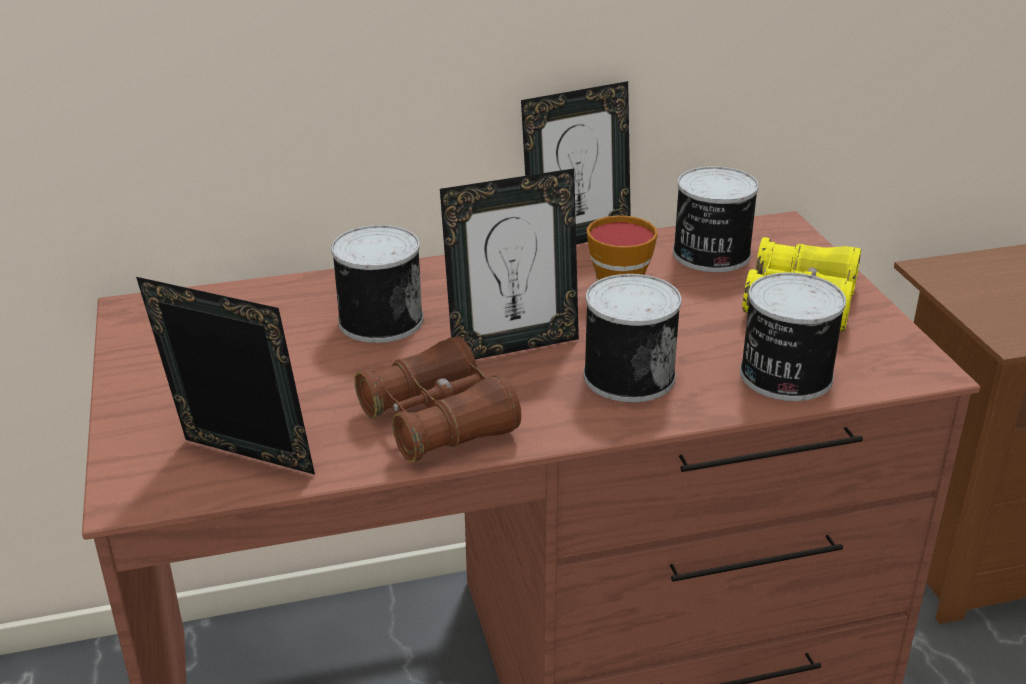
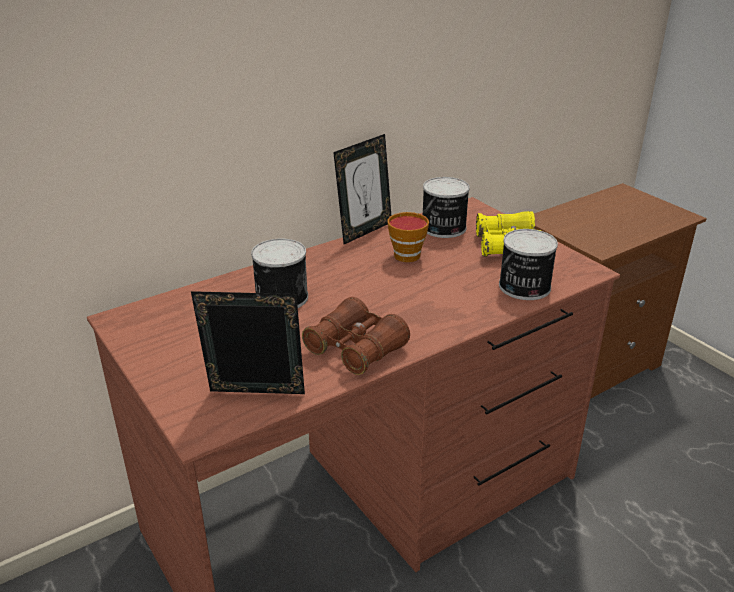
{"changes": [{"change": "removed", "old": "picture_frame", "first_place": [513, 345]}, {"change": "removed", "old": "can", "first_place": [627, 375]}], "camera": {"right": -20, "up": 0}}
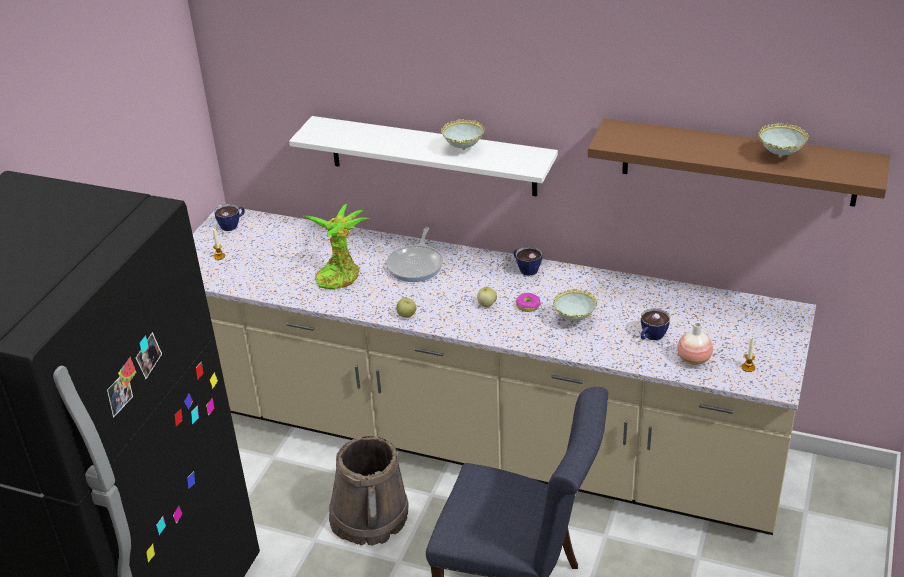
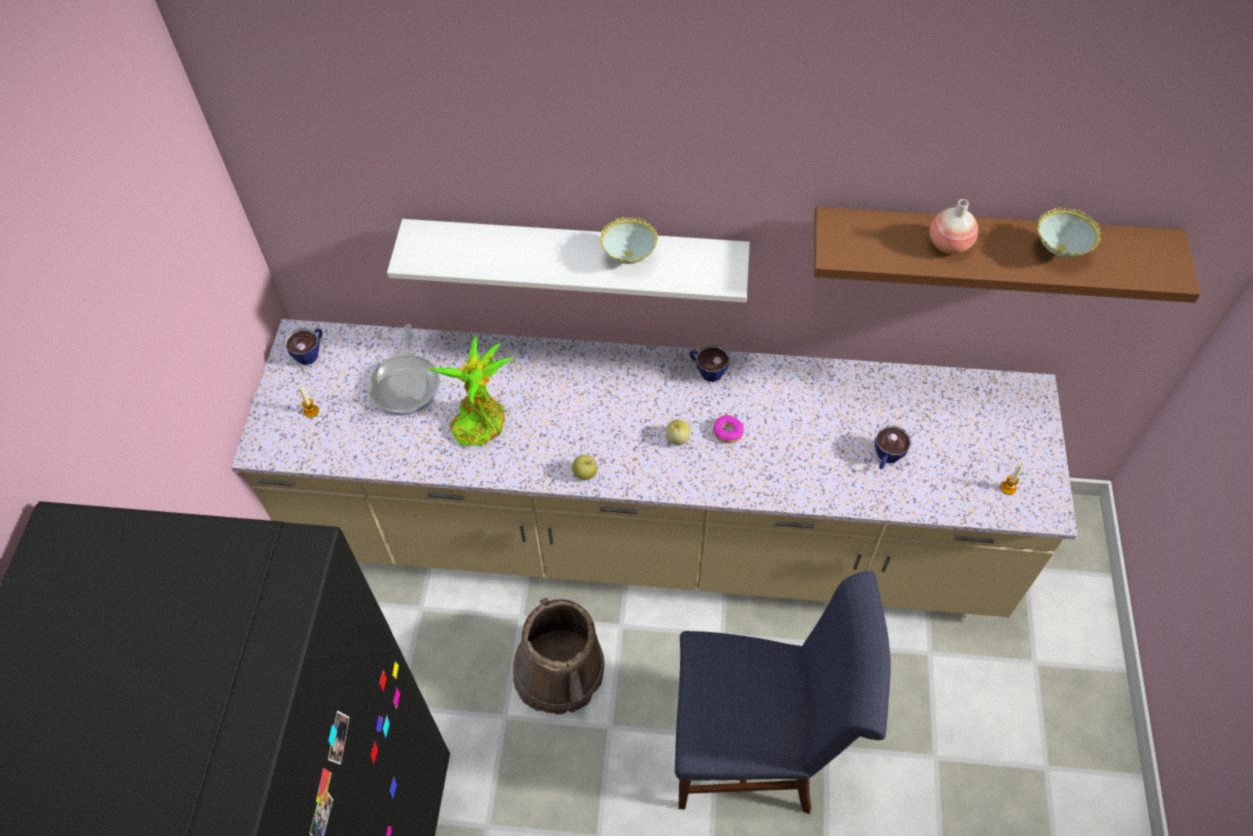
{"changes": [{"change": "moved", "old": "frying_pan", "first_place": [416, 265], "second_place": [406, 384]}, {"change": "removed", "old": "bowl", "first_place": [574, 320]}, {"change": "moved", "old": "vase", "first_place": [693, 359], "second_place": [949, 244]}], "camera": {"right": -15, "up": 20}}
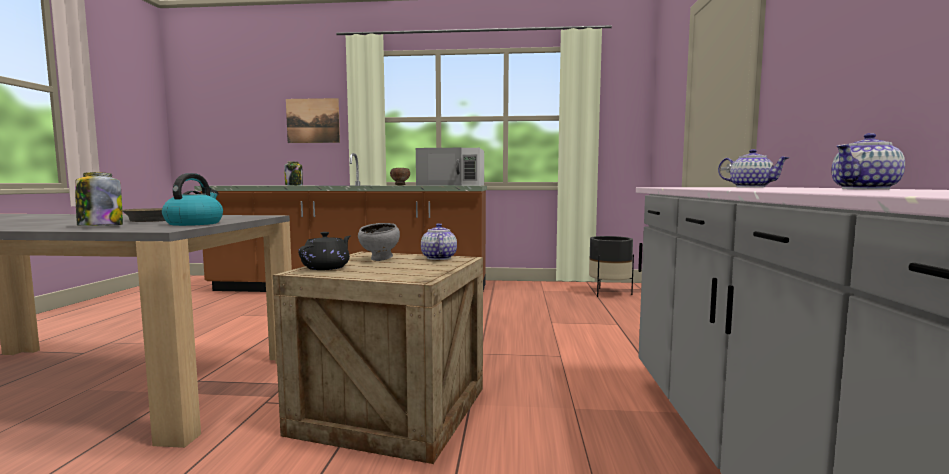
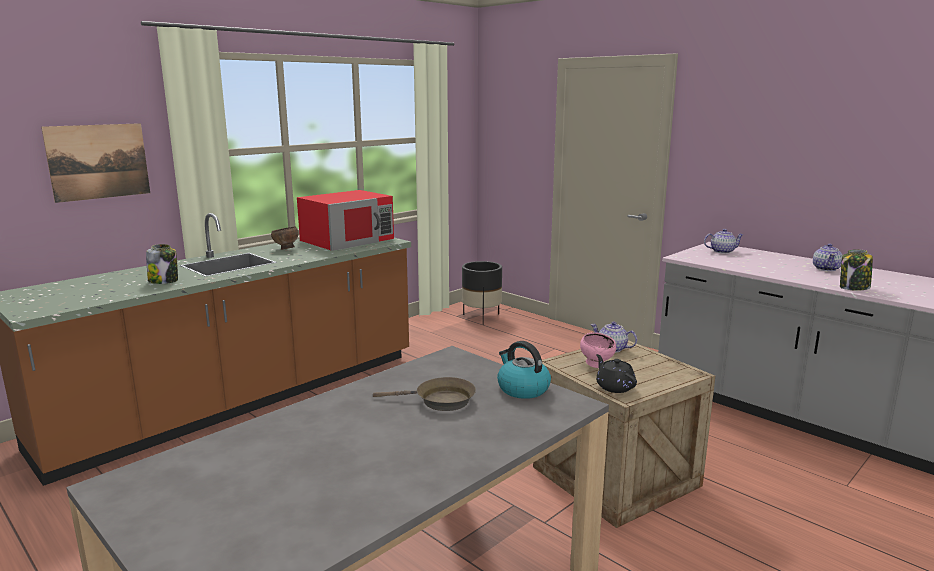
{"changes": [{"change": "recoloured", "old": "white_microwave", "new": "red_microwave", "first_place": [452, 185], "second_place": [348, 239]}, {"change": "moved", "old": "jar", "first_place": [100, 226], "second_place": [854, 288]}, {"change": "recoloured", "old": "grey_bowl", "new": "pink_bowl", "first_place": [380, 260], "second_place": [597, 365]}], "camera": {"right": -50, "up": 10}}
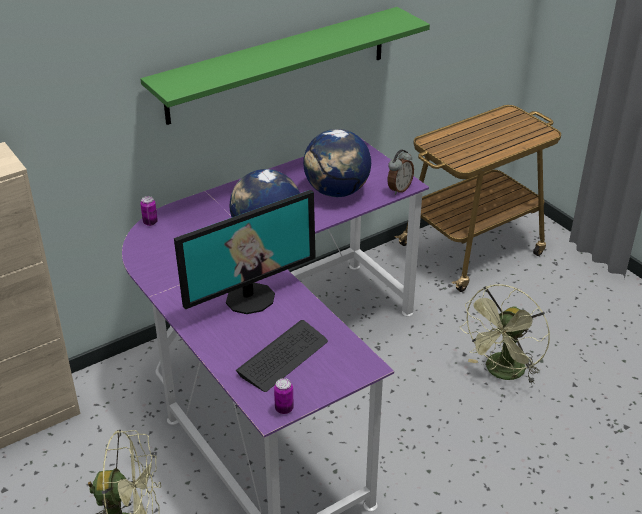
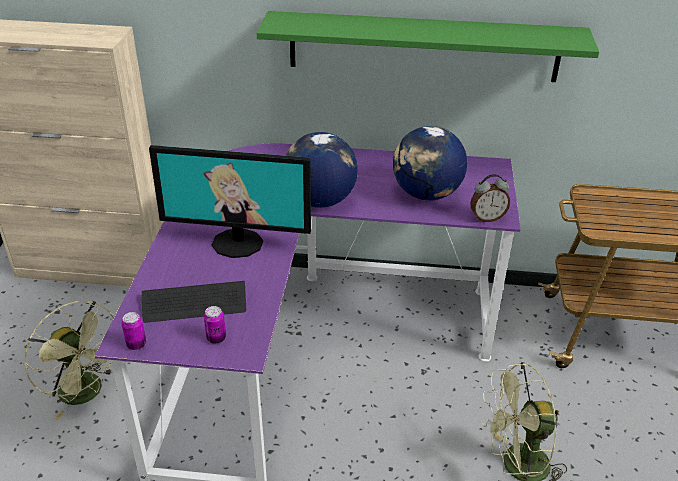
{"changes": [{"change": "moved", "old": "can", "first_place": [150, 222], "second_place": [216, 338]}], "camera": {"right": 40, "up": 0}}
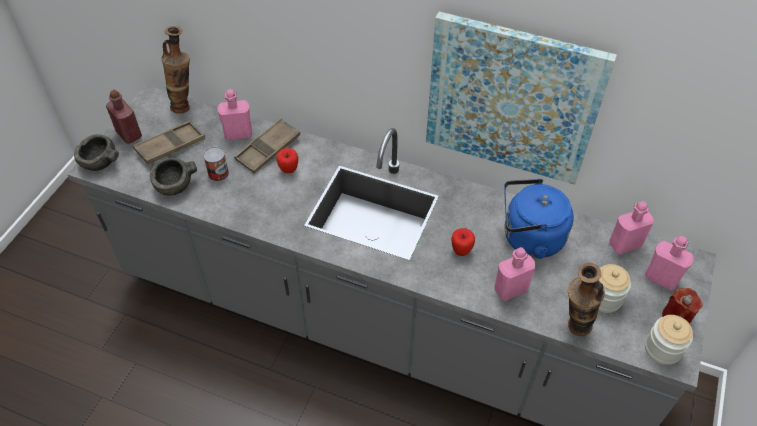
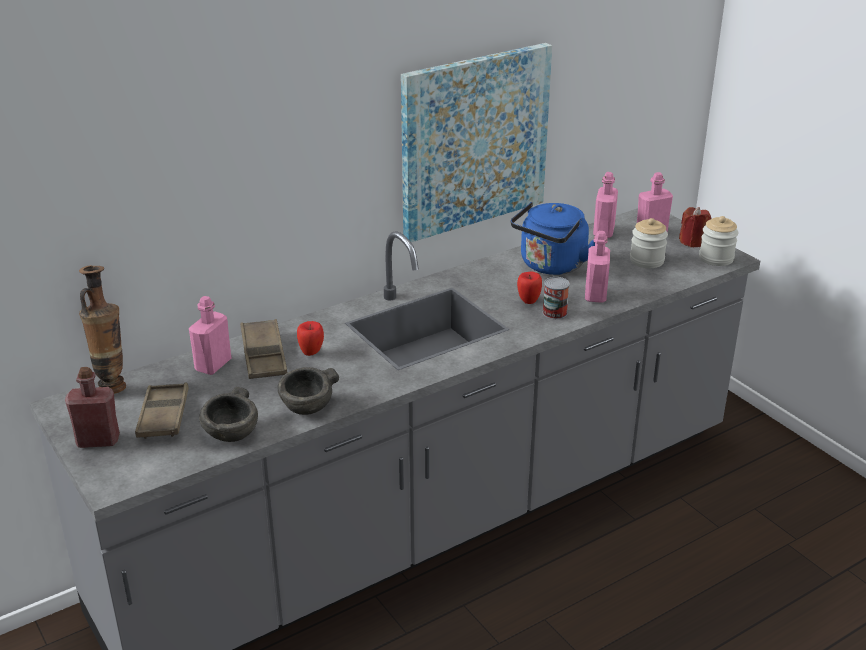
{"changes": [{"change": "moved", "old": "grey_bowl", "first_place": [99, 163], "second_place": [307, 407]}, {"change": "moved", "old": "can", "first_place": [218, 173], "second_place": [555, 313]}, {"change": "removed", "old": "vase", "first_place": [572, 330]}], "camera": {"right": -55, "up": -20}}
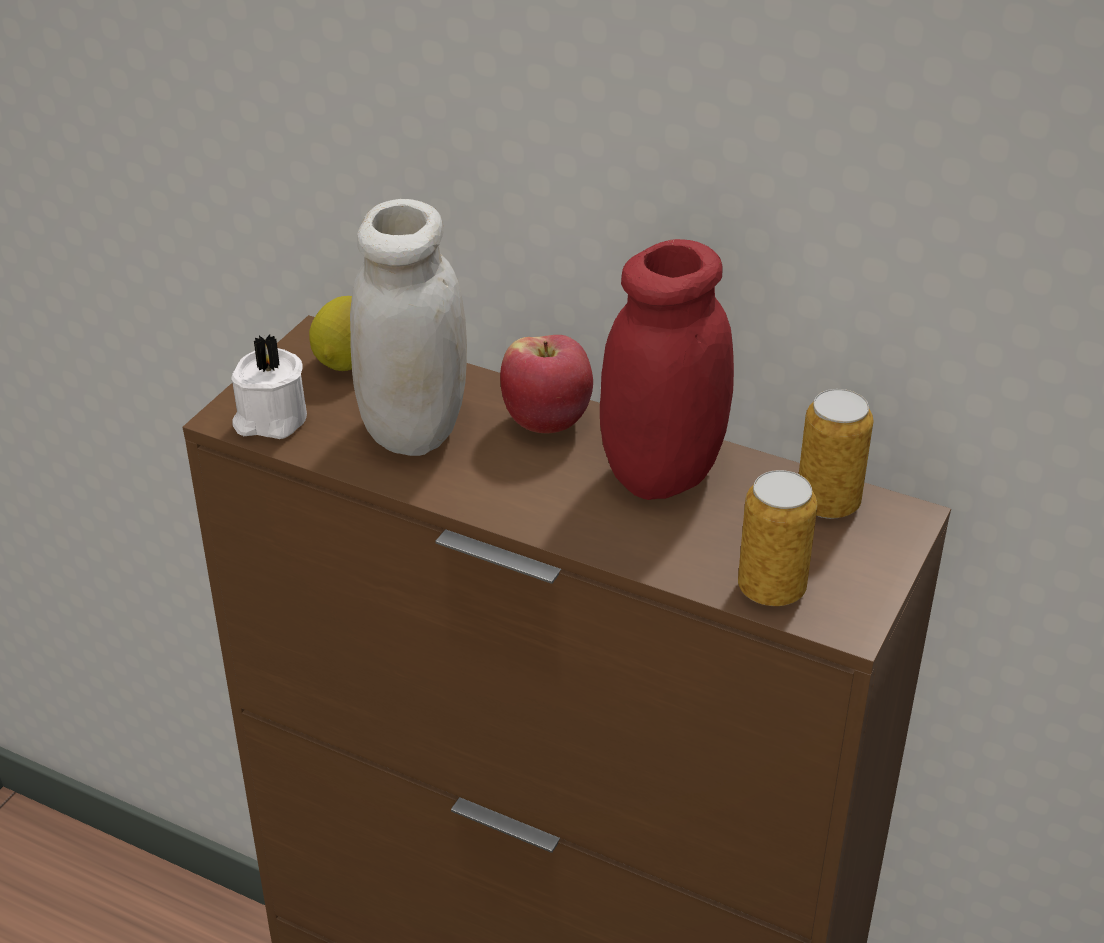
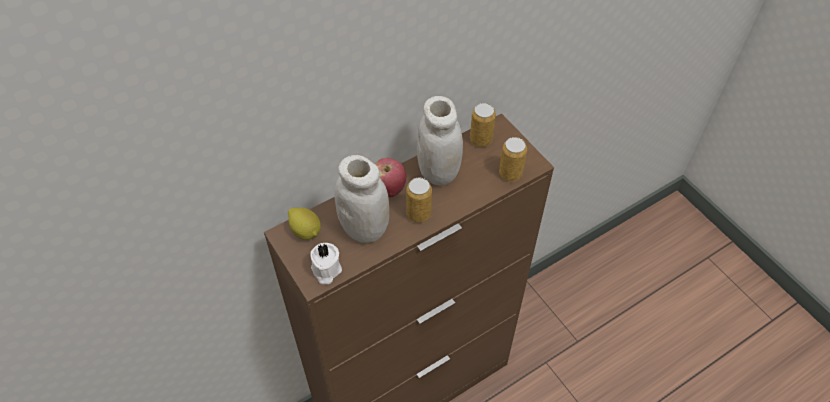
{"changes": [{"change": "recoloured", "old": "red_jar", "new": "white_jar", "first_place": [663, 473], "second_place": [438, 172]}, {"change": "added", "new": "can", "second_place": [418, 214]}], "camera": {"right": -60, "up": 15}}
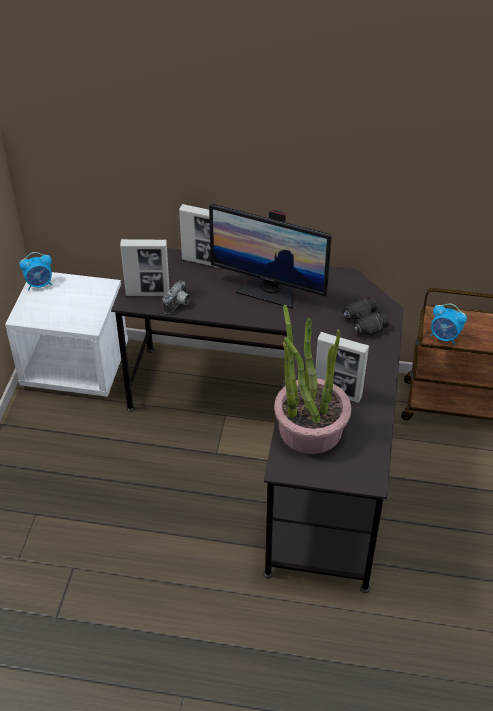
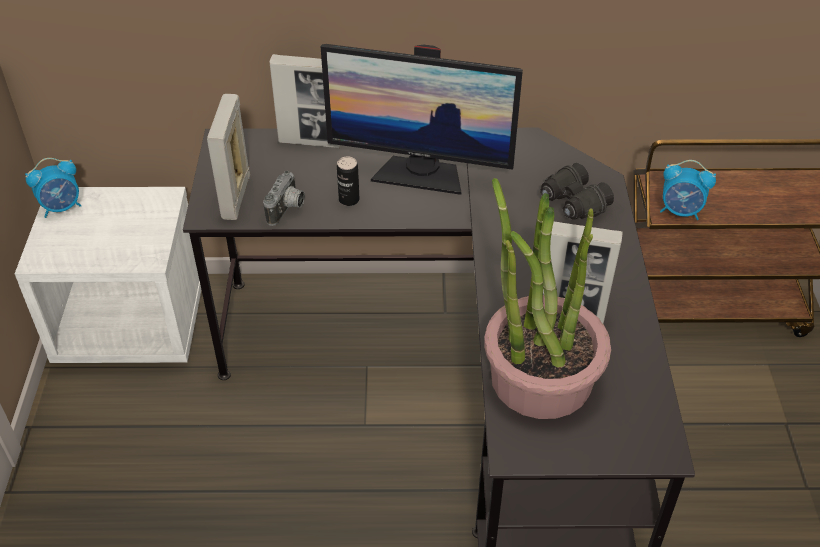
{"changes": [{"change": "turned", "old": "picture_frame", "first_place": [148, 293], "second_place": [236, 197], "degrees": 105}, {"change": "added", "new": "can", "second_place": [349, 200]}], "camera": {"right": -10, "up": 0}}
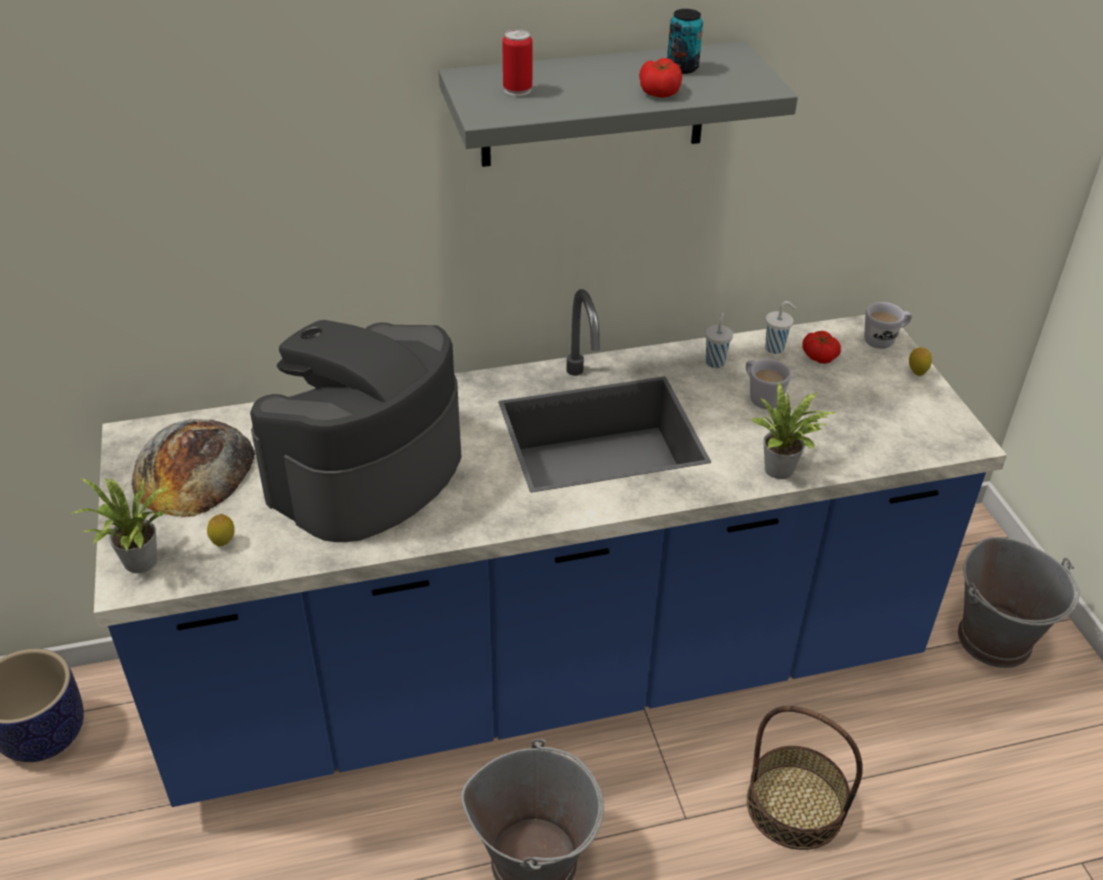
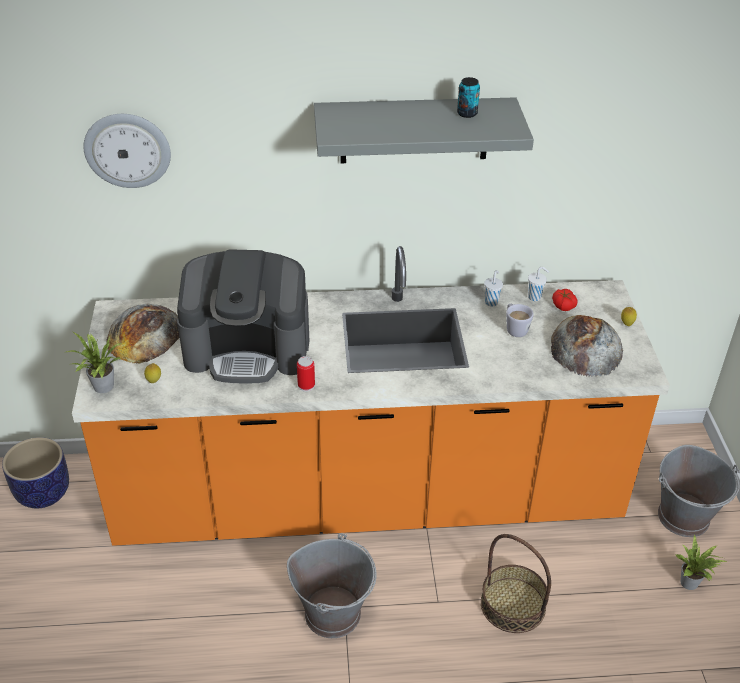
{"changes": [{"change": "moved", "old": "can", "first_place": [517, 90], "second_place": [306, 386]}, {"change": "removed", "old": "tomato", "first_place": [659, 91]}, {"change": "recoloured", "old": "blue_counter", "new": "orange_counter", "first_place": [547, 672], "second_place": [367, 497]}, {"change": "removed", "old": "white_mug", "first_place": [884, 340]}, {"change": "turned", "old": "coffee_machine", "first_place": [366, 472], "second_place": [248, 348], "degrees": -135}, {"change": "moved", "old": "potted_plant", "first_place": [783, 470], "second_place": [691, 584]}, {"change": "added", "new": "wall_clock", "second_place": [127, 150]}, {"change": "added", "new": "bread", "second_place": [585, 347]}], "camera": {"right": 10, "up": 0}}
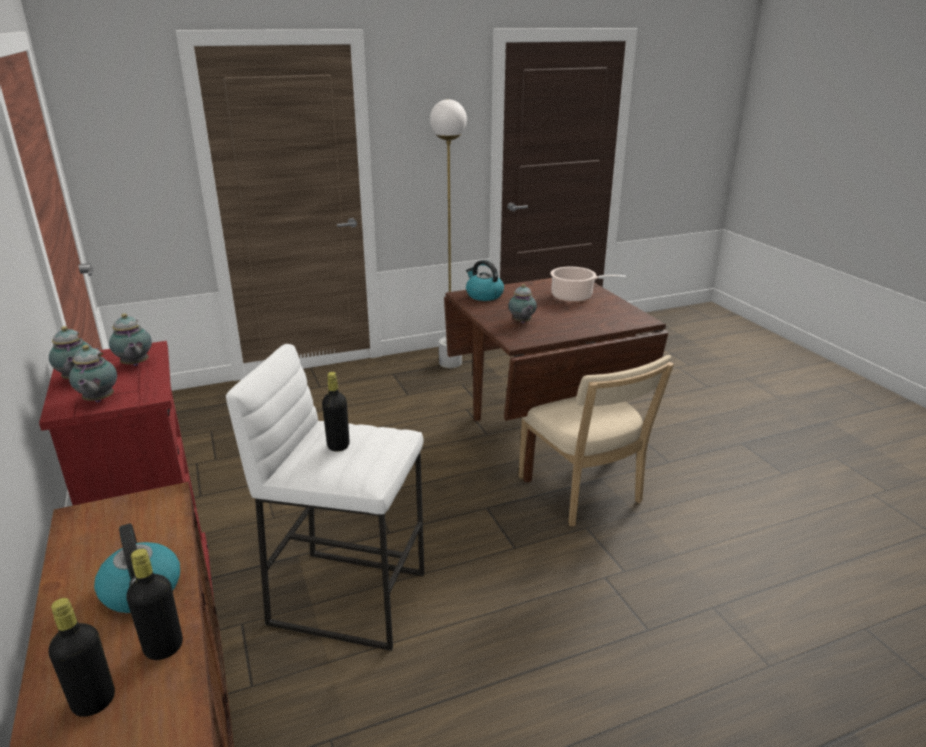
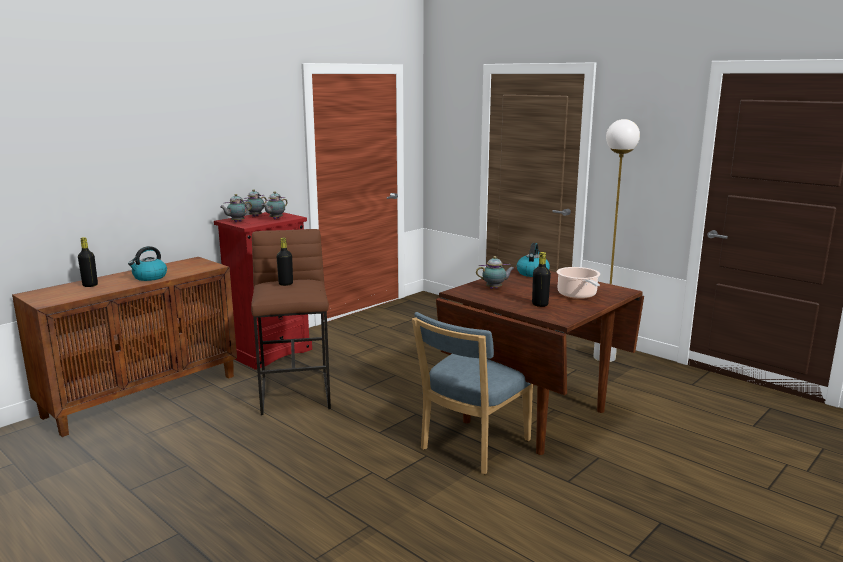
{"changes": [{"change": "turned", "old": "teapot", "first_place": [522, 322], "second_place": [495, 288], "degrees": -150}, {"change": "recoloured", "old": "white_stool", "new": "brown_stool", "first_place": [349, 597], "second_place": [296, 393]}, {"change": "recoloured", "old": "beige_chair", "new": "blue_chair", "first_place": [582, 493], "second_place": [471, 446]}, {"change": "moved", "old": "black_bottle", "first_place": [164, 648], "second_place": [540, 304]}], "camera": {"right": 65, "up": -10}}
